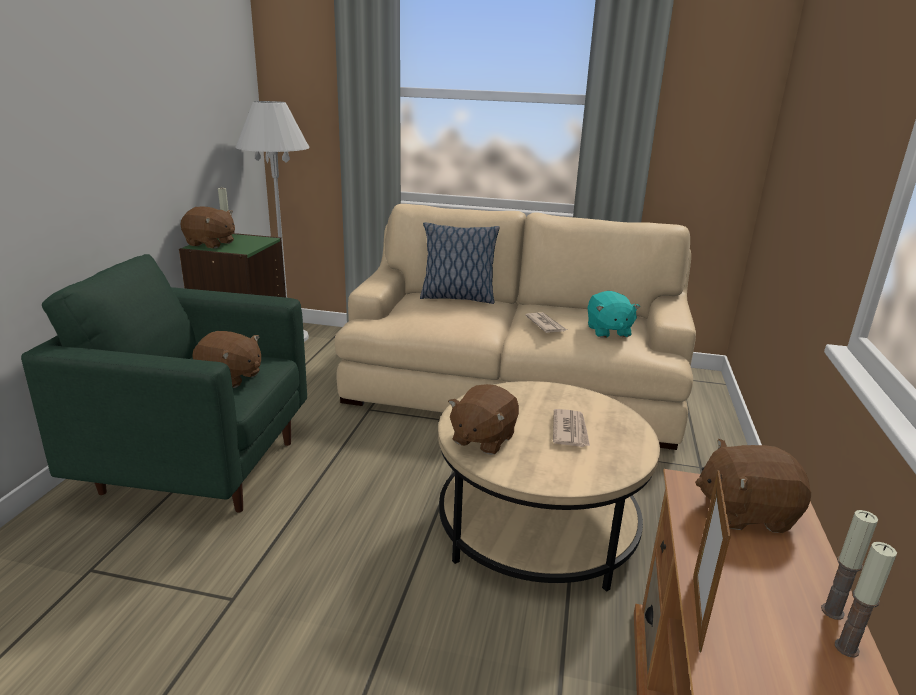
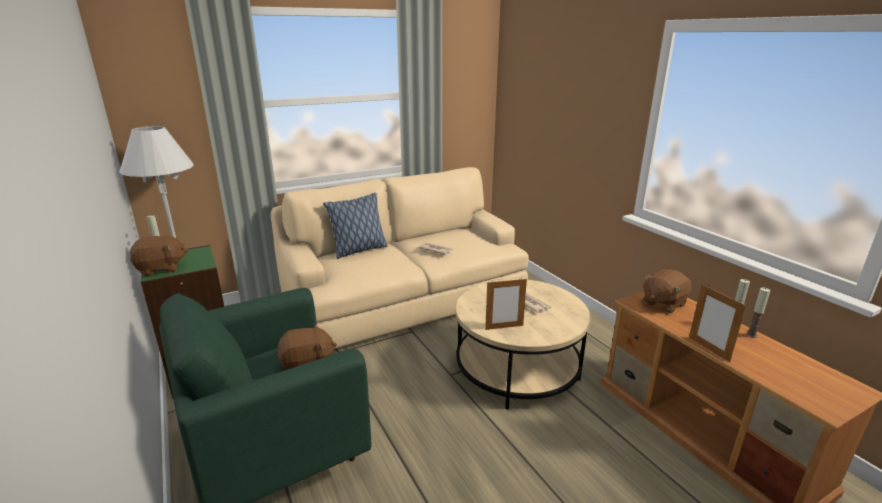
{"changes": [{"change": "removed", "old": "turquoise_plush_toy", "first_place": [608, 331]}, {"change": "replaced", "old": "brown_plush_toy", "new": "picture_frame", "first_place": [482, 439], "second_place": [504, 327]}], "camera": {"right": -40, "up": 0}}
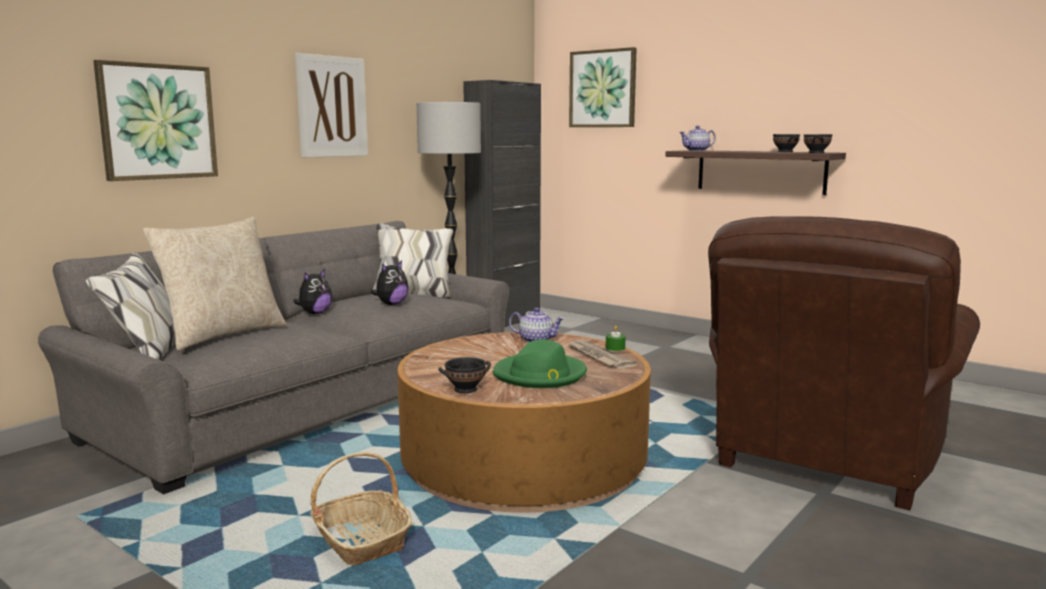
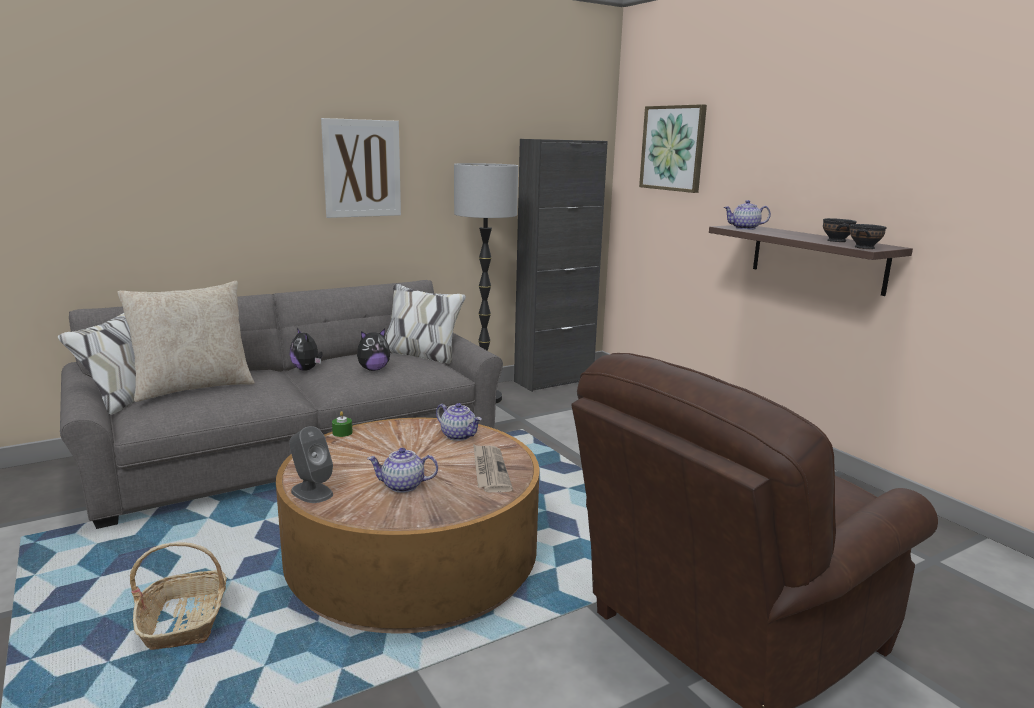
{"changes": [{"change": "removed", "old": "picture", "first_place": [157, 122]}, {"change": "turned", "old": "plush_toy", "first_place": [315, 313], "second_place": [307, 369], "degrees": 90}, {"change": "moved", "old": "green_candle", "first_place": [615, 348], "second_place": [342, 433]}, {"change": "replaced", "old": "green_hat", "new": "teapot", "first_place": [540, 375], "second_place": [402, 486]}, {"change": "replaced", "old": "black_bowl", "new": "grey_speaker", "first_place": [464, 389], "second_place": [311, 492]}], "camera": {"right": 20, "up": 5}}
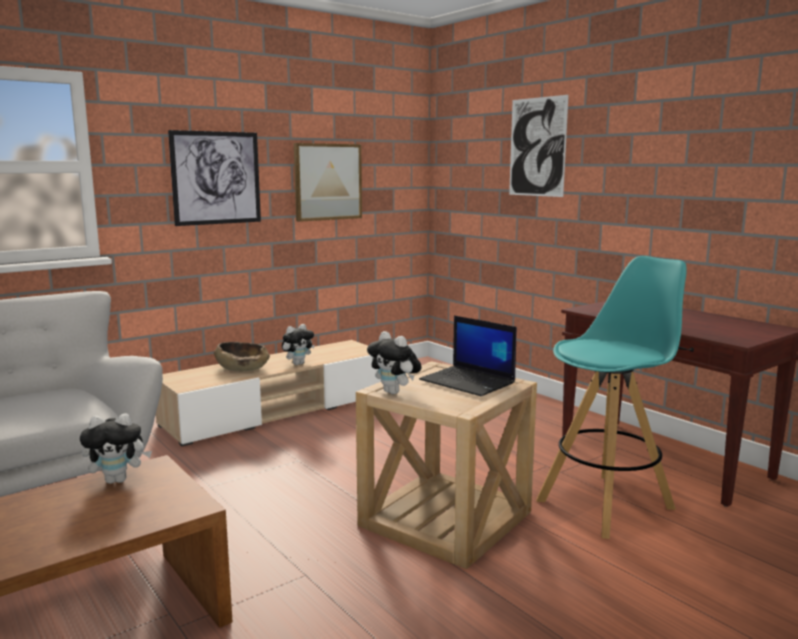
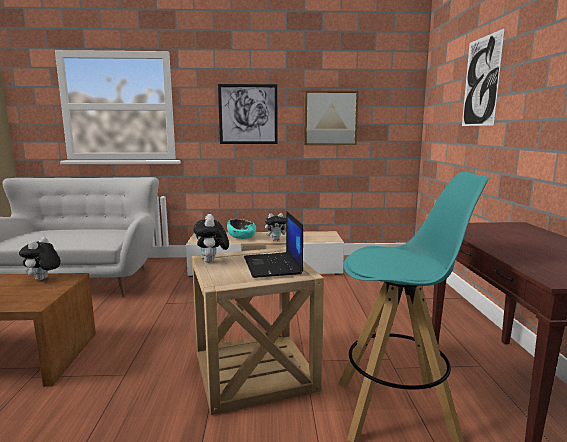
{"changes": [{"change": "recoloured", "old": "brown_bowl", "new": "turquoise_bowl", "first_place": [242, 368], "second_place": [241, 237]}, {"change": "turned", "old": "plush_toy", "first_place": [118, 480], "second_place": [43, 279], "degrees": 75}], "camera": {"right": 35, "up": 0}}
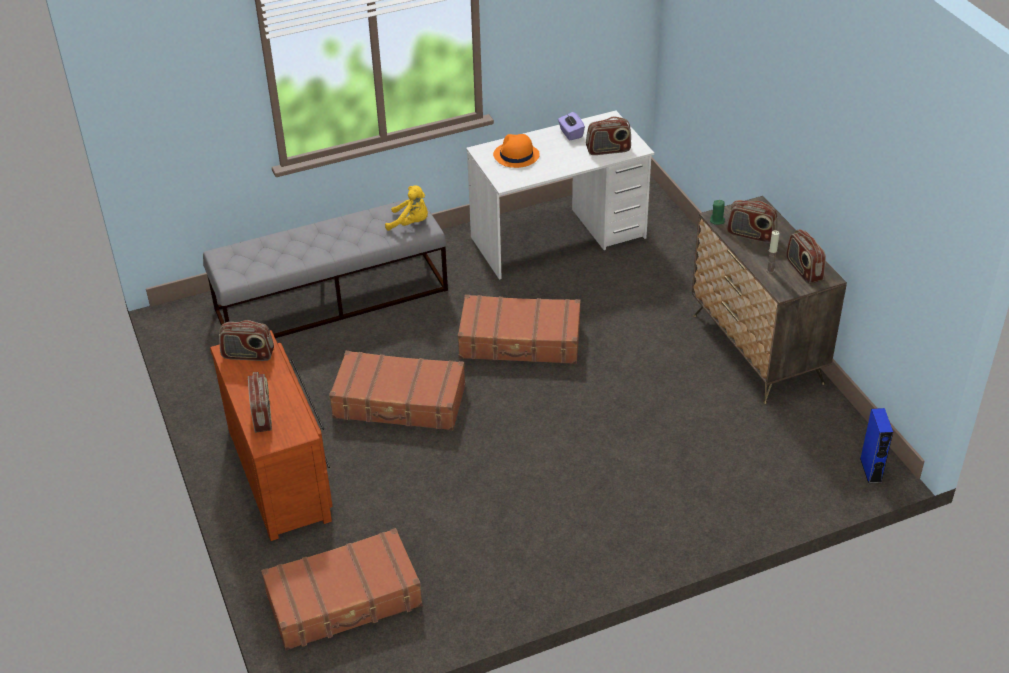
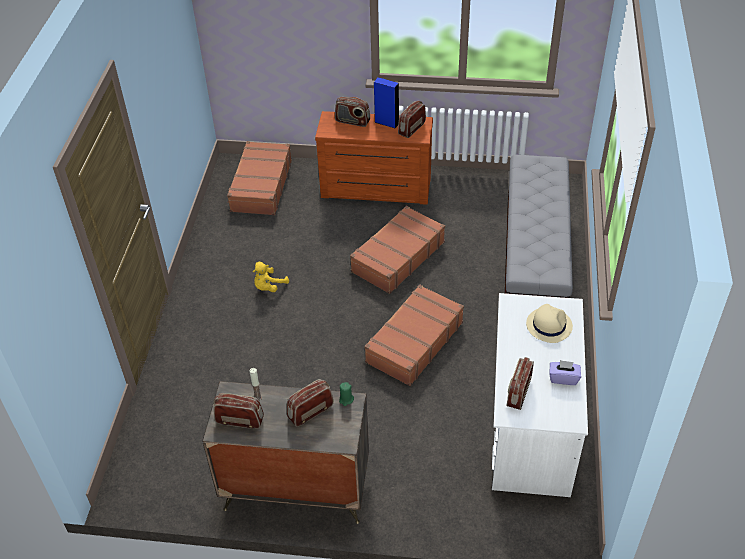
{"changes": [{"change": "recoloured", "old": "orange_hat", "new": "beige_hat", "first_place": [516, 155], "second_place": [549, 325]}, {"change": "moved", "old": "yellow_plush_toy", "first_place": [410, 223], "second_place": [269, 287]}, {"change": "moved", "old": "blue_speaker", "first_place": [870, 470], "second_place": [386, 122]}], "camera": {"right": 120, "up": 5}}
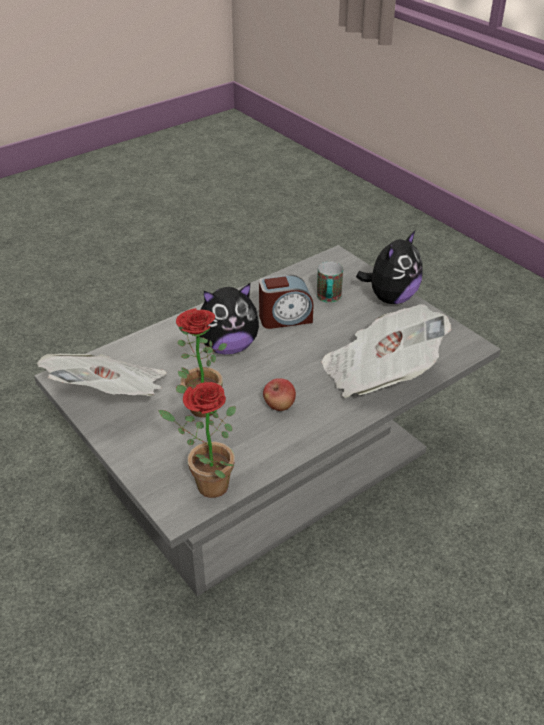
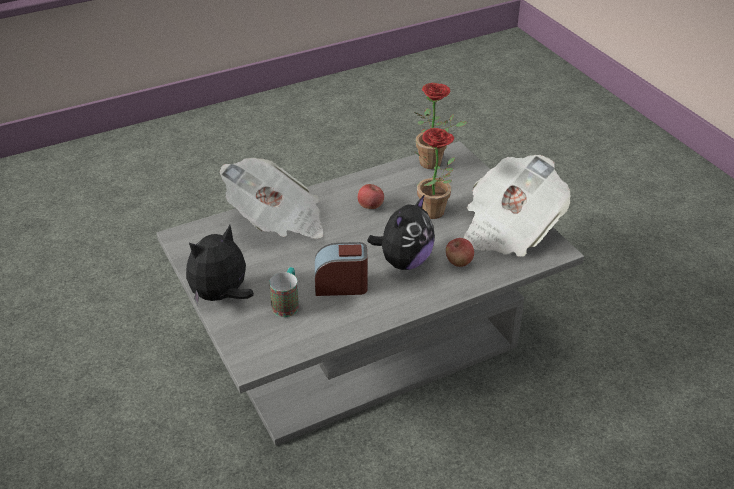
{"changes": [{"change": "turned", "old": "plush_toy", "first_place": [228, 347], "second_place": [404, 261], "degrees": 135}, {"change": "added", "new": "apple", "second_place": [458, 262]}], "camera": {"right": -170, "up": 0}}
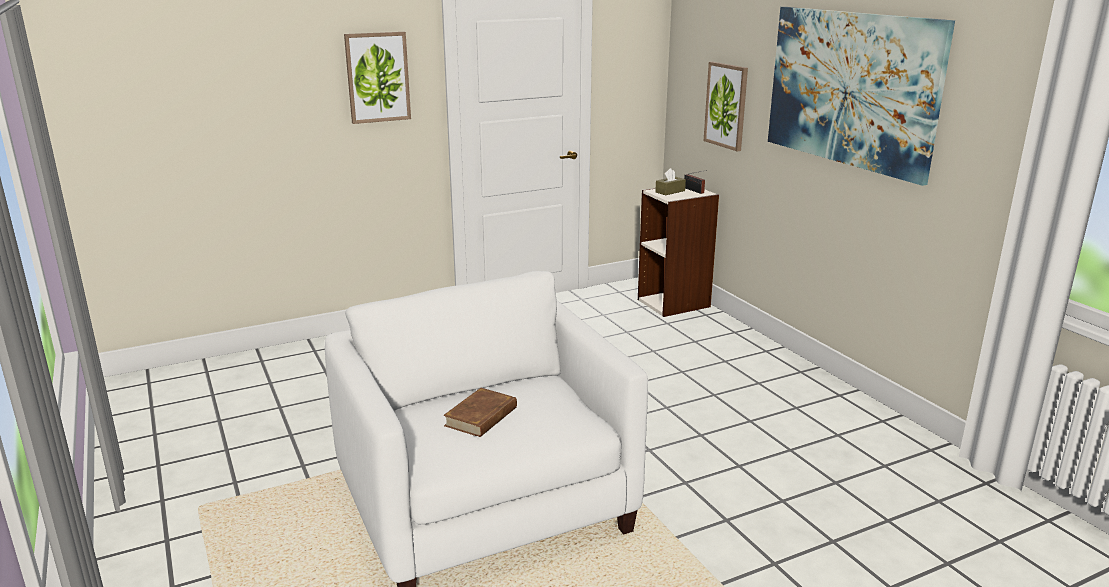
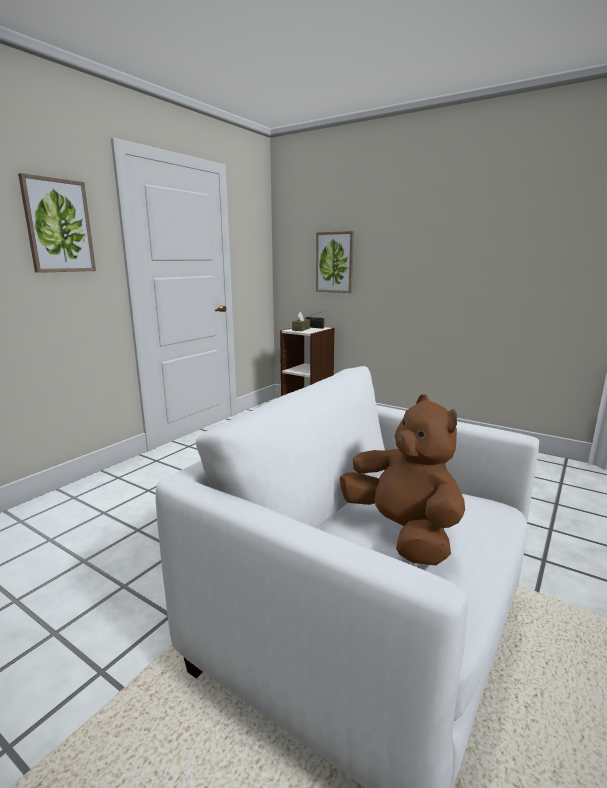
{"changes": [{"change": "removed", "old": "picture", "first_place": [851, 89]}, {"change": "replaced", "old": "brown_book", "new": "brown_plush_toy", "first_place": [481, 416], "second_place": [402, 532]}], "camera": {"right": -30, "up": -5}}
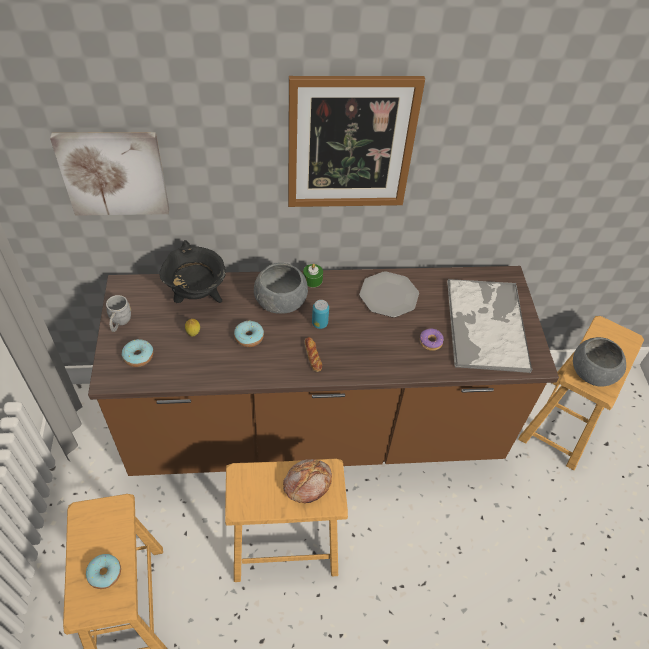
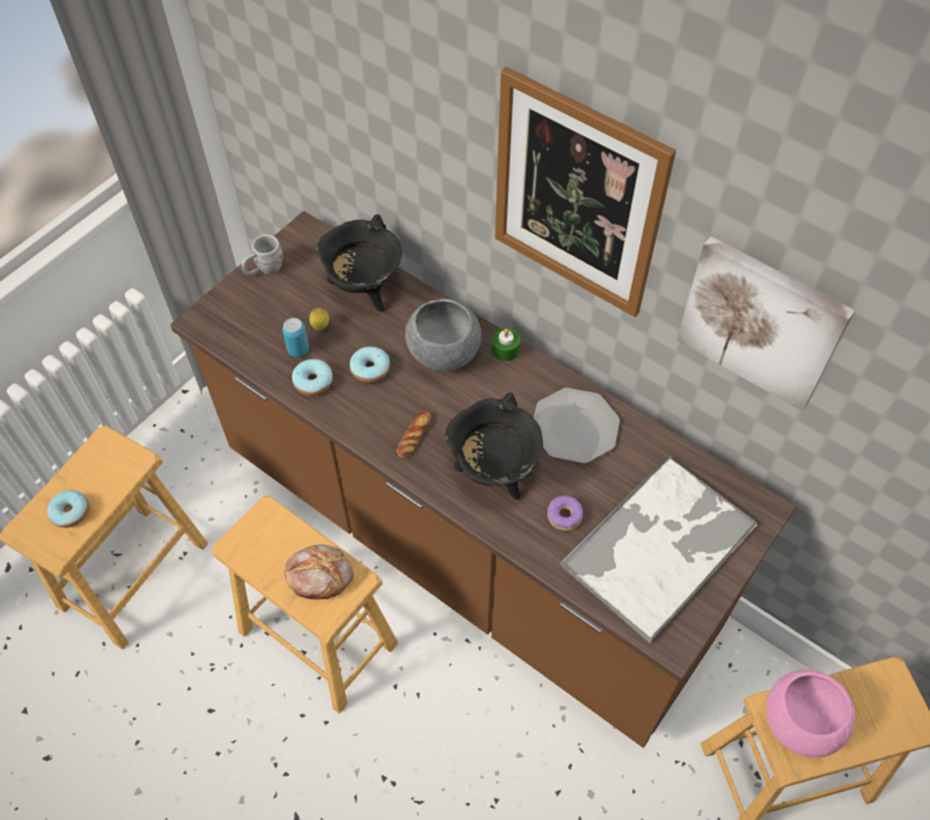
{"changes": [{"change": "moved", "old": "picture", "first_place": [114, 172], "second_place": [761, 322]}, {"change": "moved", "old": "can", "first_place": [319, 323], "second_place": [298, 350]}, {"change": "recoloured", "old": "grey_bowl", "new": "pink_bowl", "first_place": [592, 372], "second_place": [800, 722]}, {"change": "moved", "old": "donut", "first_place": [138, 356], "second_place": [313, 382]}, {"change": "added", "new": "black_cooking_pot", "second_place": [493, 472]}], "camera": {"right": 45, "up": 5}}
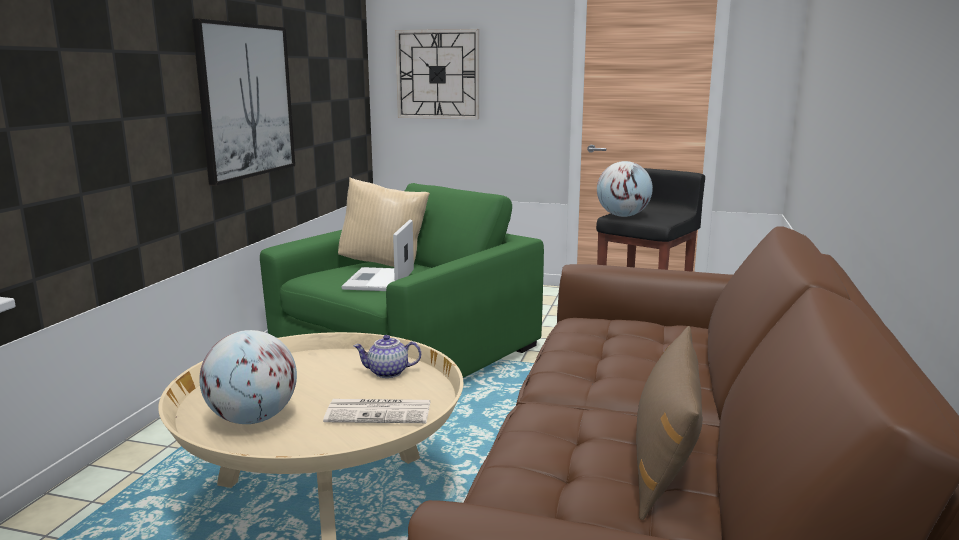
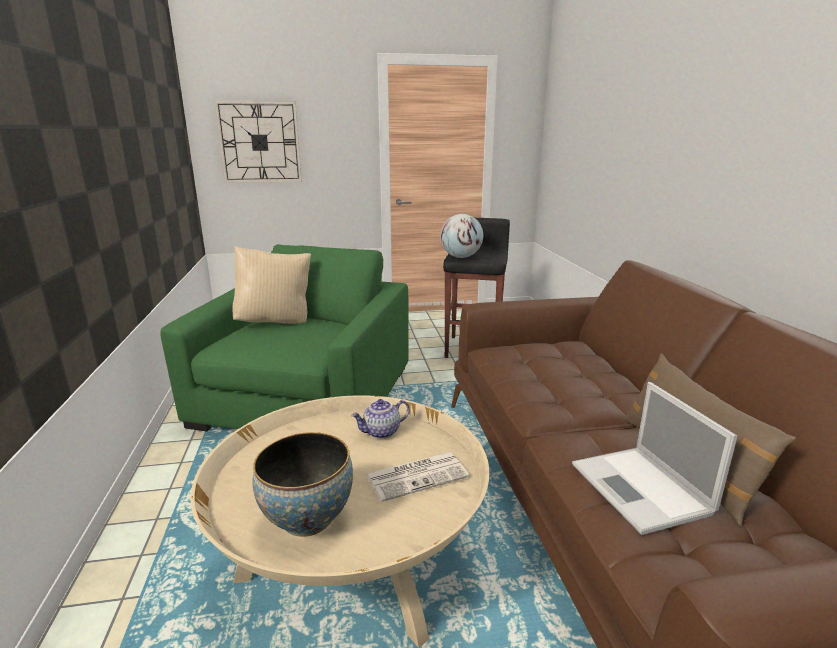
{"changes": [{"change": "removed", "old": "picture", "first_place": [246, 101]}, {"change": "moved", "old": "laptop", "first_place": [379, 281], "second_place": [642, 490]}, {"change": "replaced", "old": "globe", "new": "bowl", "first_place": [253, 419], "second_place": [307, 518]}], "camera": {"right": -25, "up": 5}}
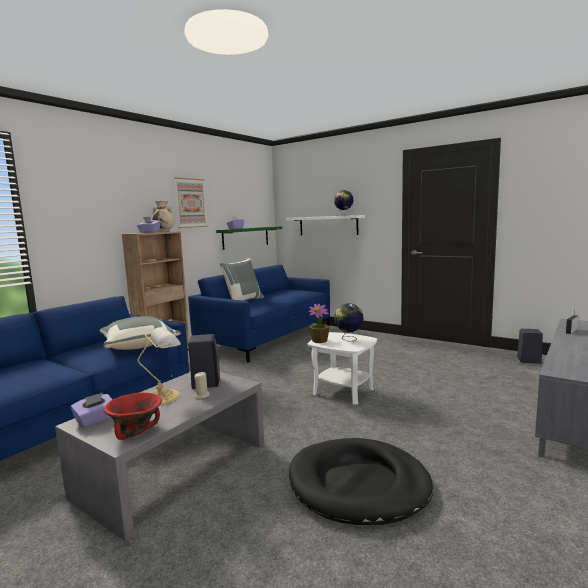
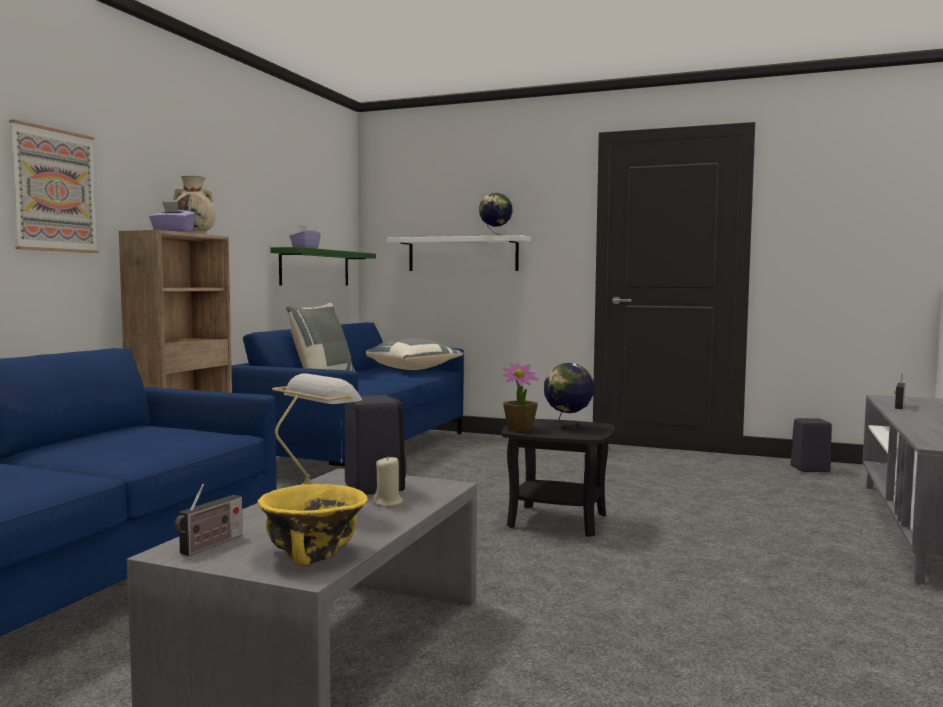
{"changes": [{"change": "moved", "old": "picture", "first_place": [190, 203], "second_place": [54, 190]}, {"change": "moved", "old": "grey_pillow", "first_place": [139, 346], "second_place": [411, 369]}, {"change": "recoloured", "old": "white_side_table", "new": "black_side_table", "first_place": [343, 391], "second_place": [558, 520]}, {"change": "replaced", "old": "purple_tissue_box", "new": "radio", "first_place": [95, 420], "second_place": [210, 545]}, {"change": "recoloured", "old": "red_bowl", "new": "yellow_bowl", "first_place": [135, 430], "second_place": [314, 553]}, {"change": "removed", "old": "black_dog_bed", "first_place": [358, 485]}], "camera": {"right": -15, "up": -5}}
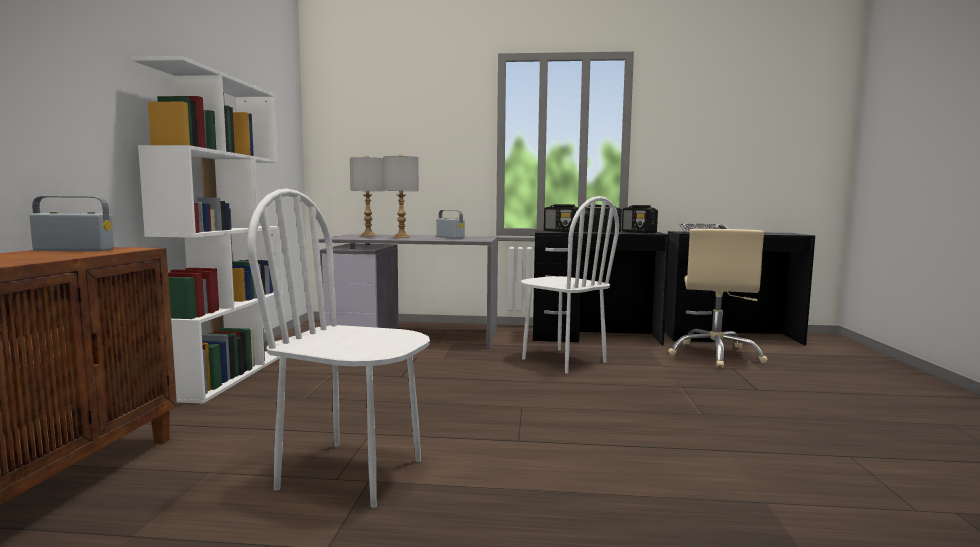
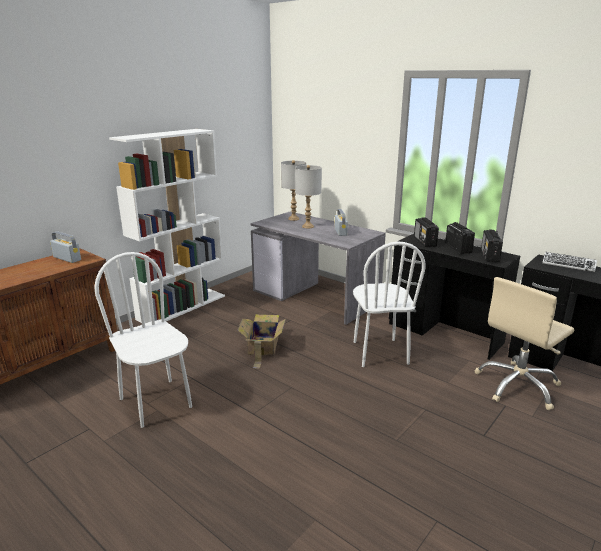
{"changes": [{"change": "added", "new": "cardboard_box", "second_place": [262, 346]}], "camera": {"right": 35, "up": 15}}
